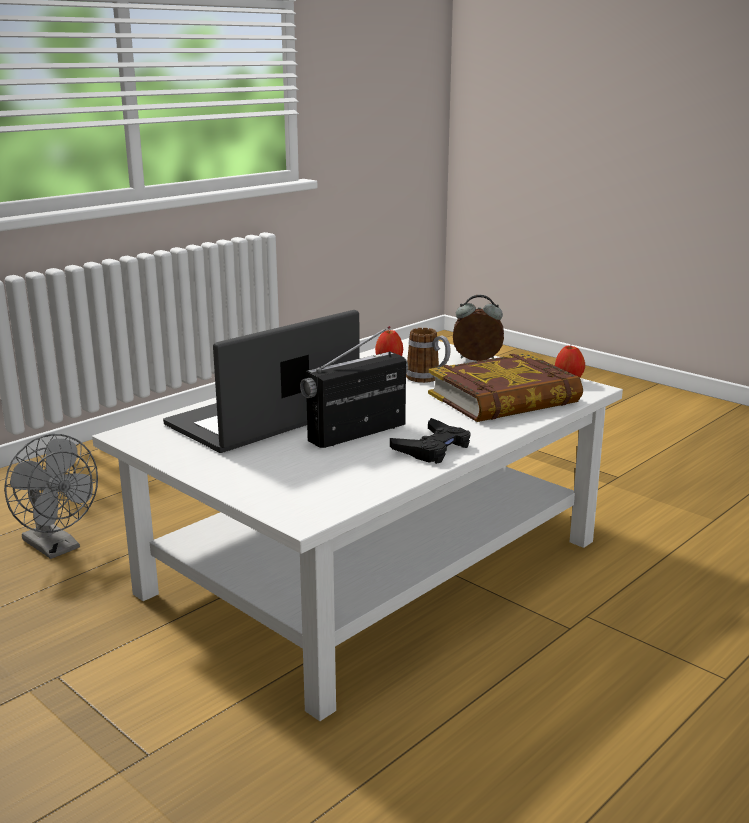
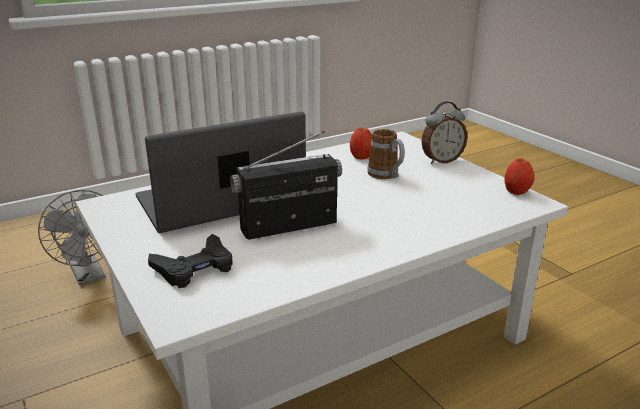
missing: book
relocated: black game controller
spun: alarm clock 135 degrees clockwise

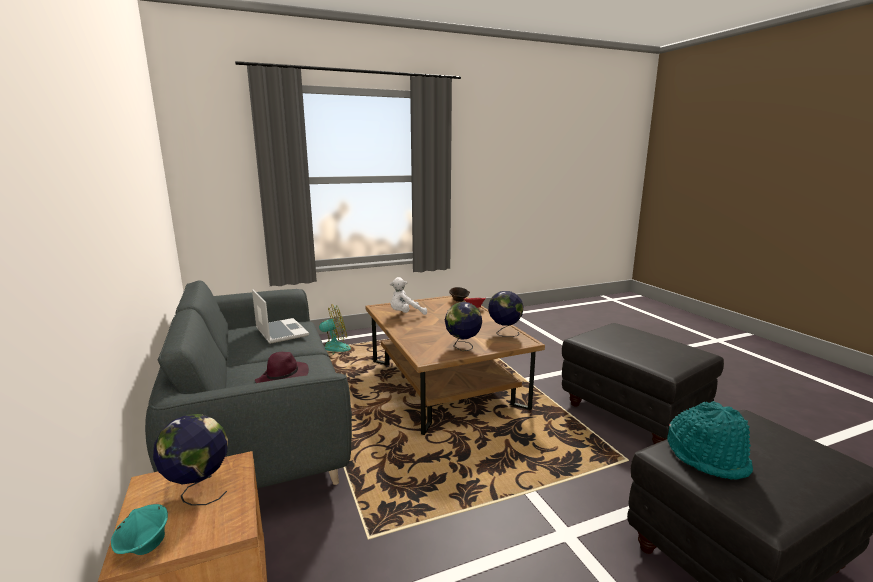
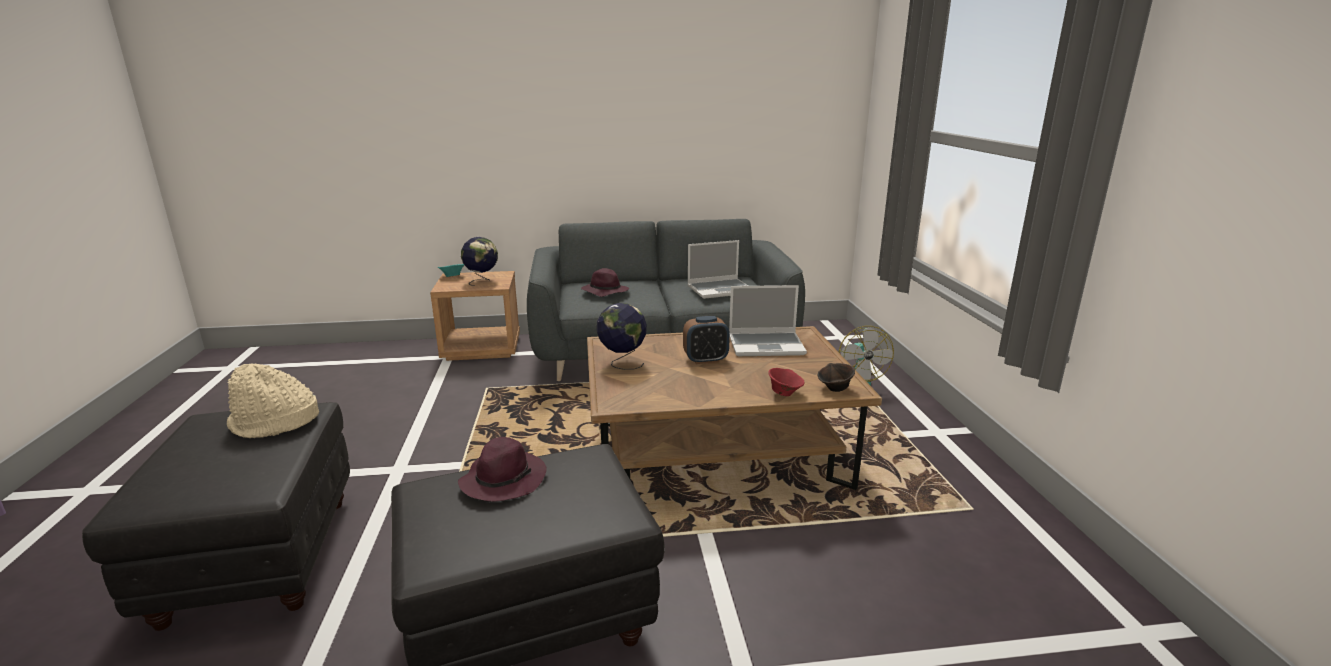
missing: globe (no. 3 from left)
appeared: alarm clock; purple hat (no. 1 from left)
exchanged: white plush toy to laptop (no. 2 from left)
colour: turquoise hat to beige hat

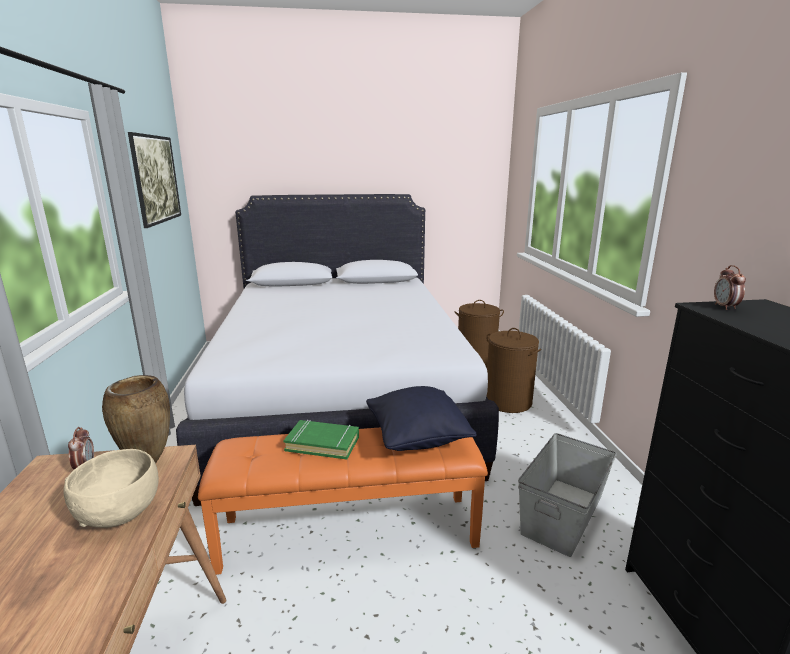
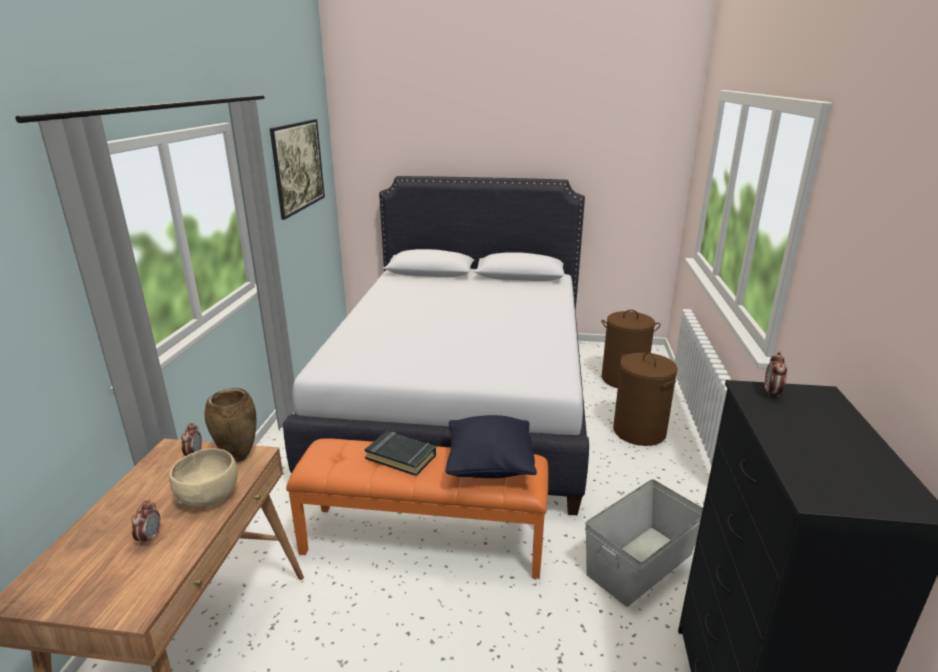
appeared: alarm clock (no. 1 from left)
colour: green book to black book

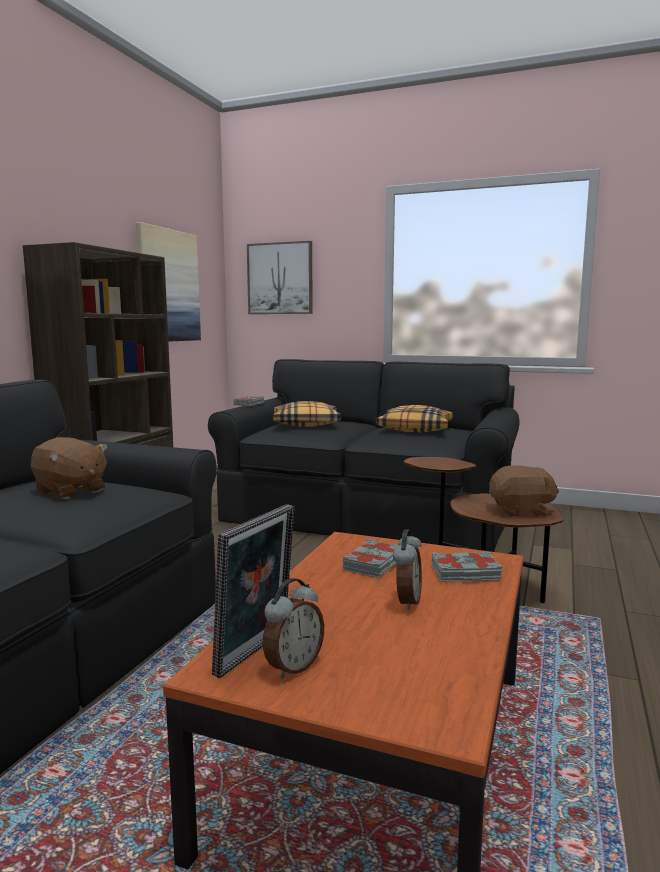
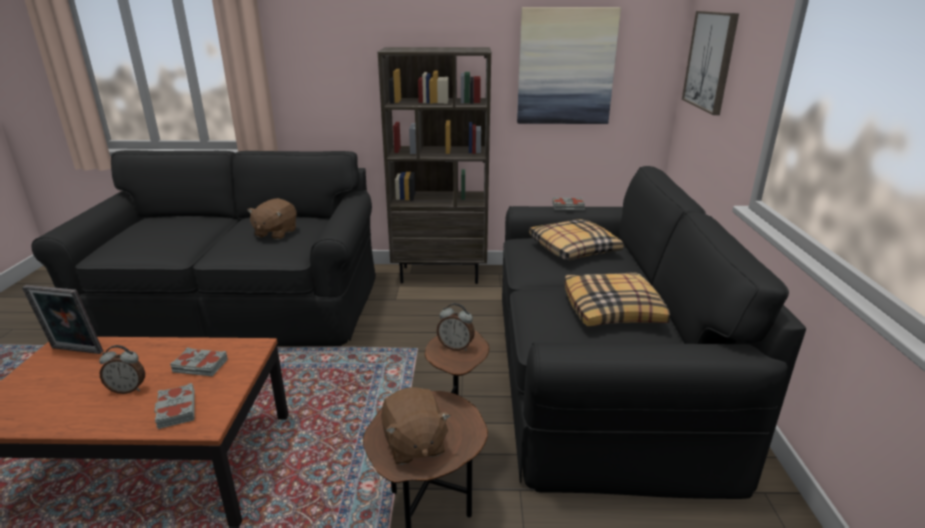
relocated: alarm clock (no. 1 from left in the first image) to alarm clock (no. 2 from left)

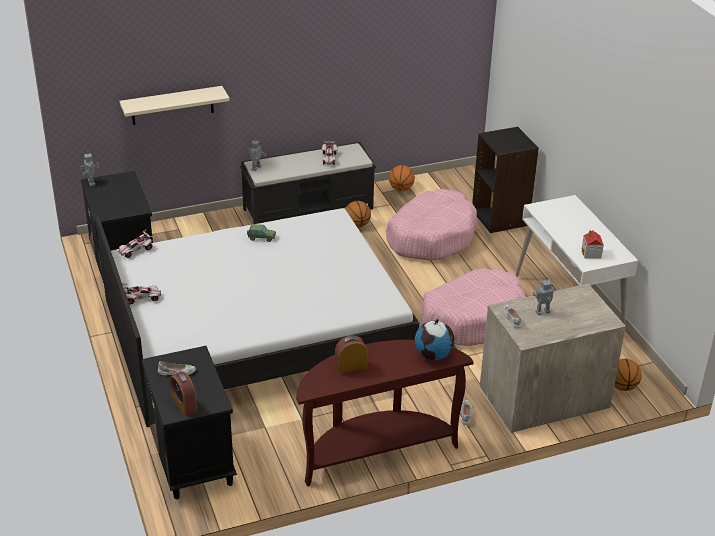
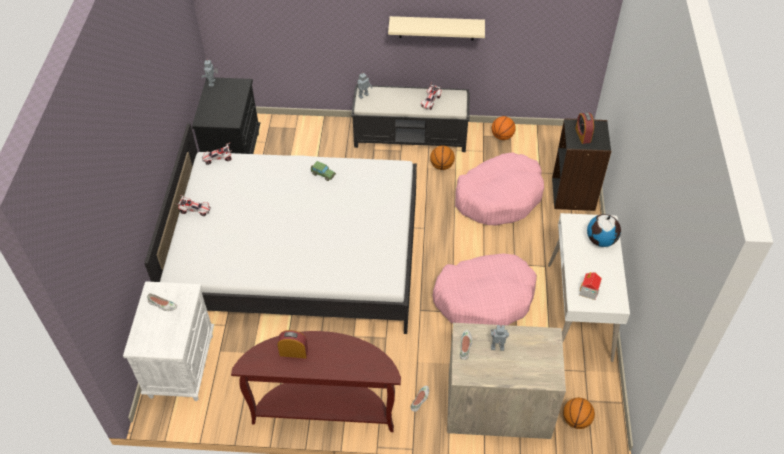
relocated: beige shelf; globe; alarm clock (no. 1 from left in the first image) to alarm clock (no. 2 from left)
colour: black nightstand (no. 2 from left) to white nightstand

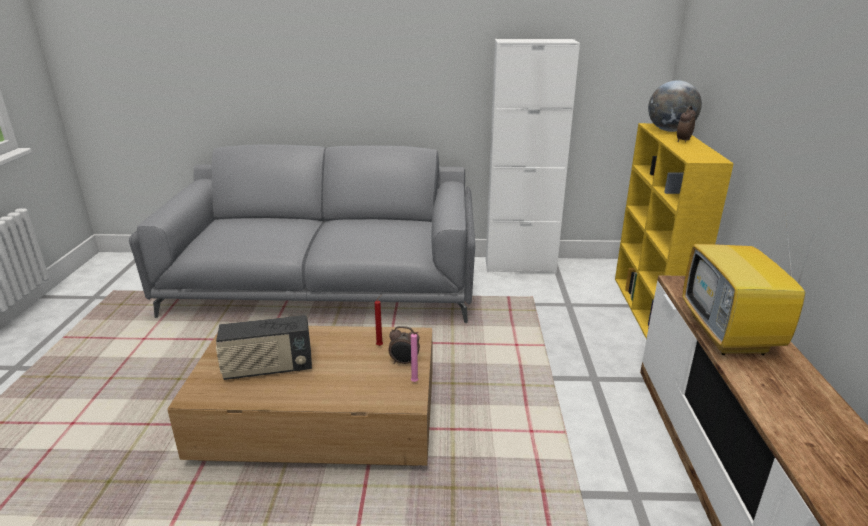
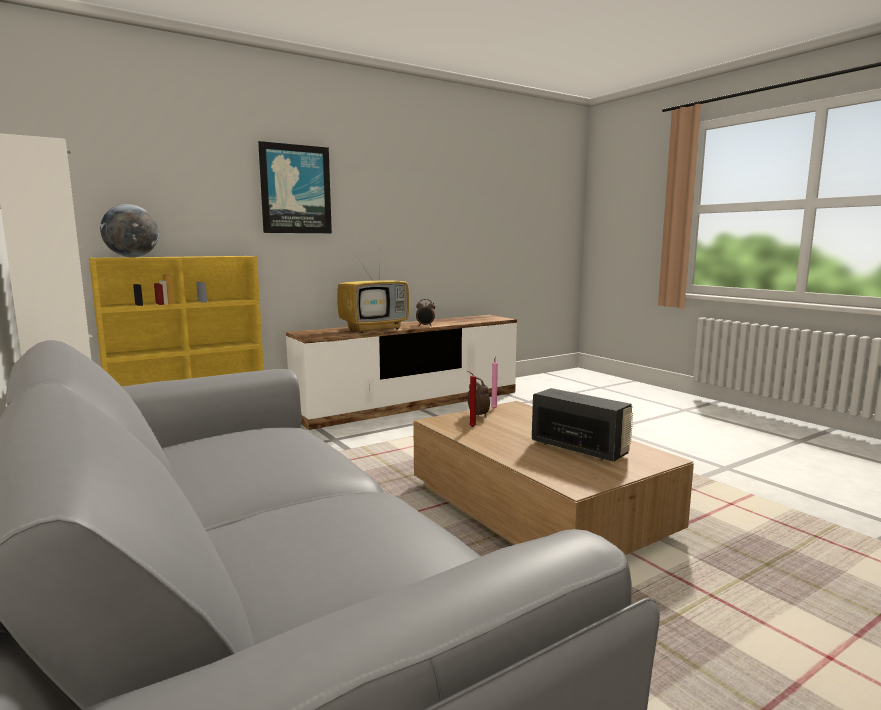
appeared: picture
relocated: alarm clock (no. 2 from left in the first image) to alarm clock (no. 1 from left)

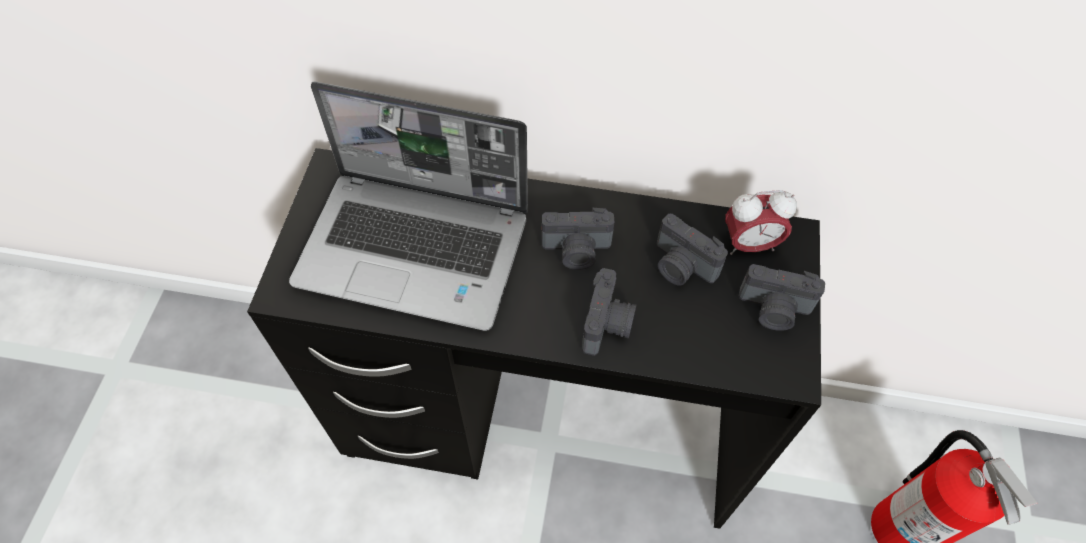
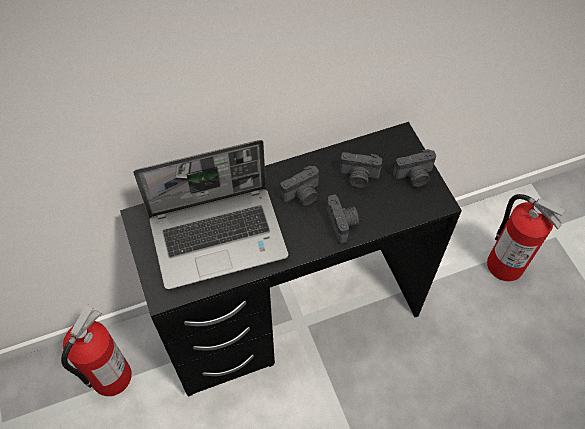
missing: alarm clock
appeared: fire extinguisher (no. 1 from left)

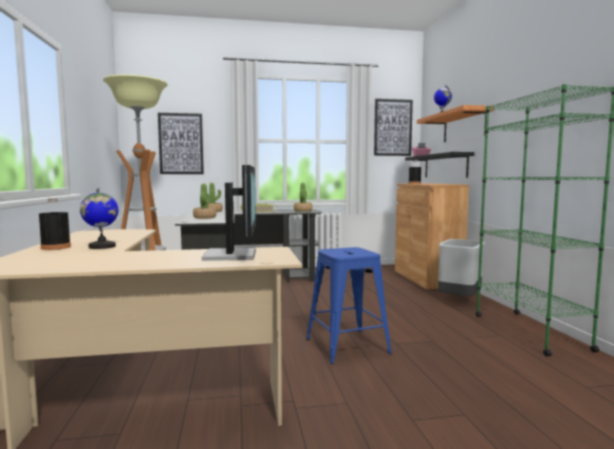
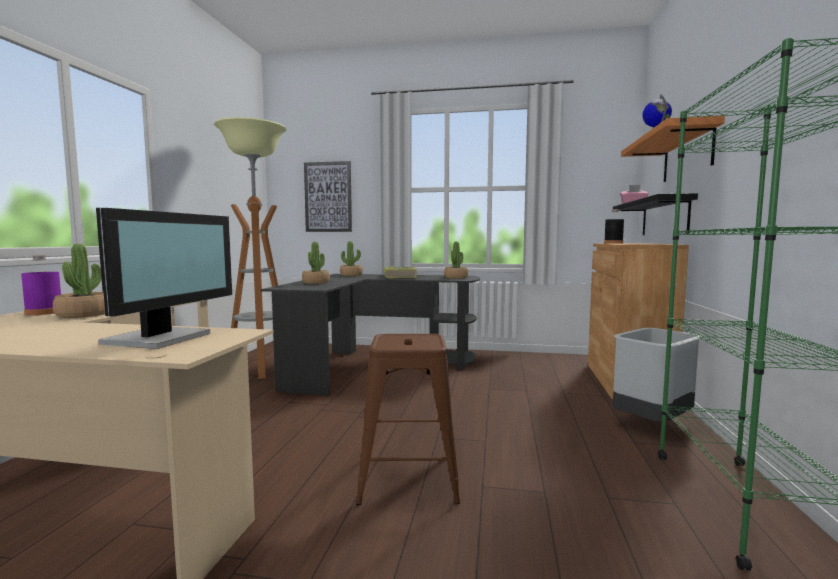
missing: picture (no. 2 from left)
exchanged: globe (no. 1 from left) to potted plant (no. 1 from left)
colour: black bottle (no. 1 from left) to purple bottle; blue stool to brown stool

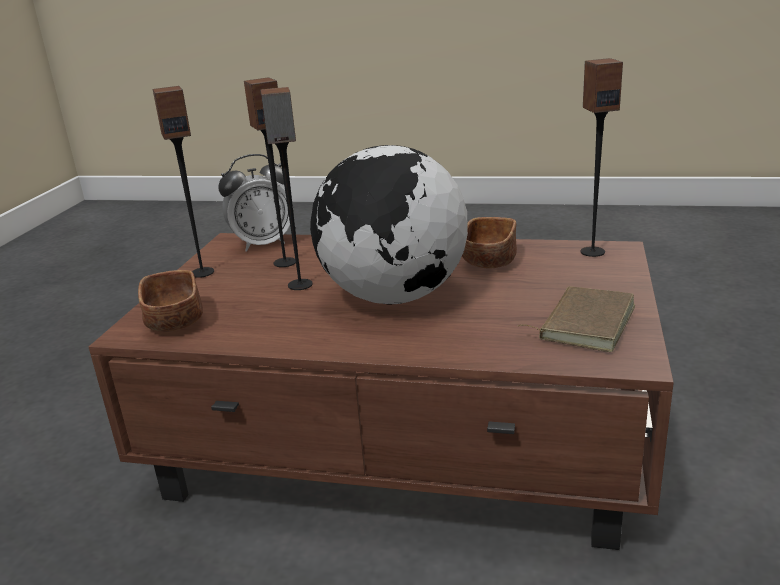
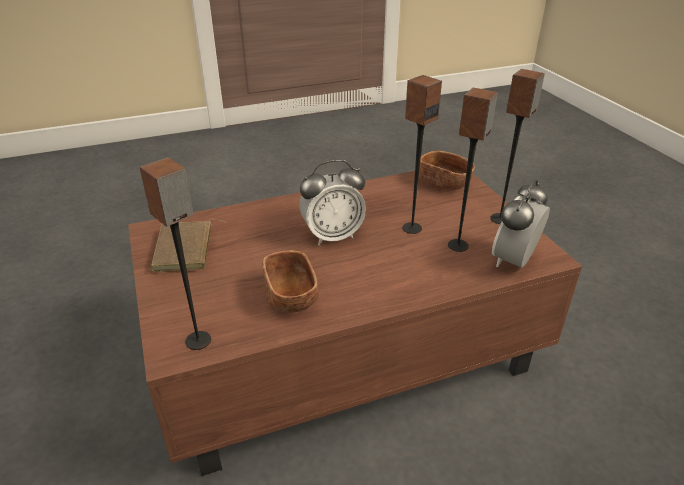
exchanged: globe to alarm clock (no. 1 from left)

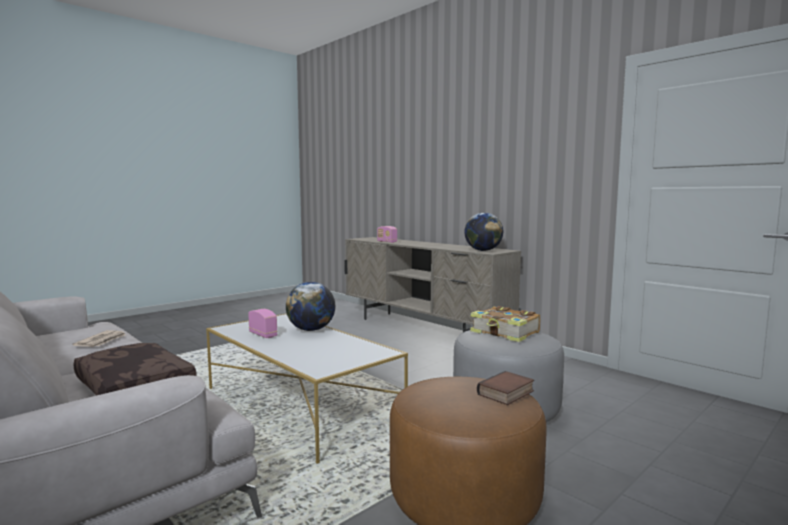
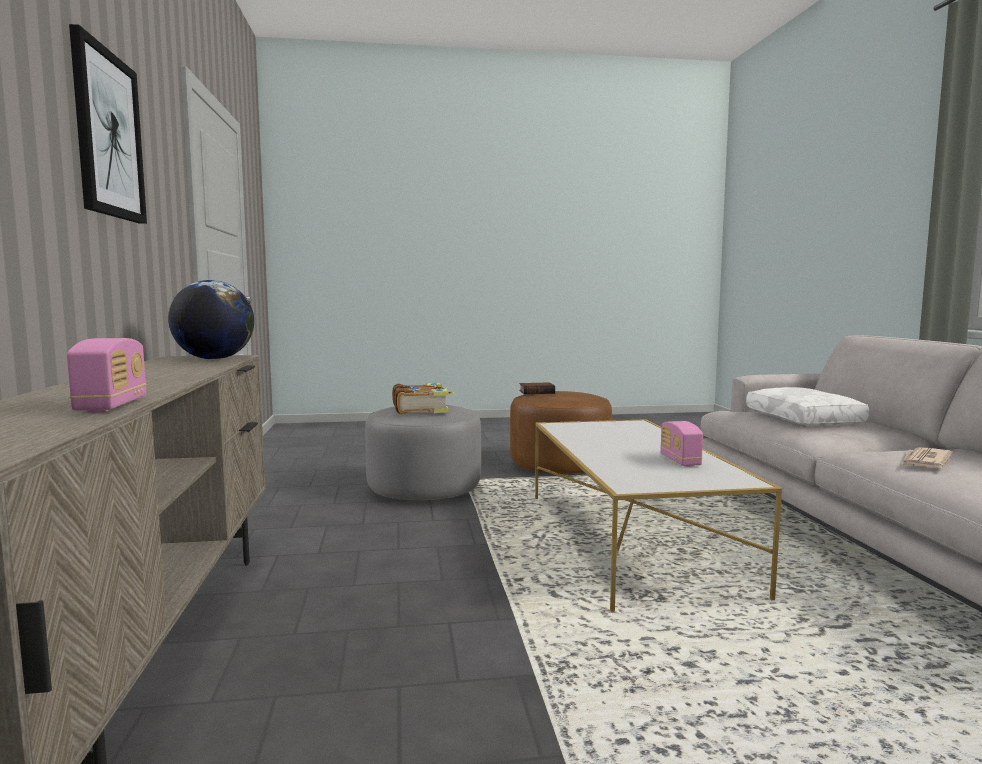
missing: globe (no. 1 from left)
appeared: picture
colour: brown pillow to white pillow

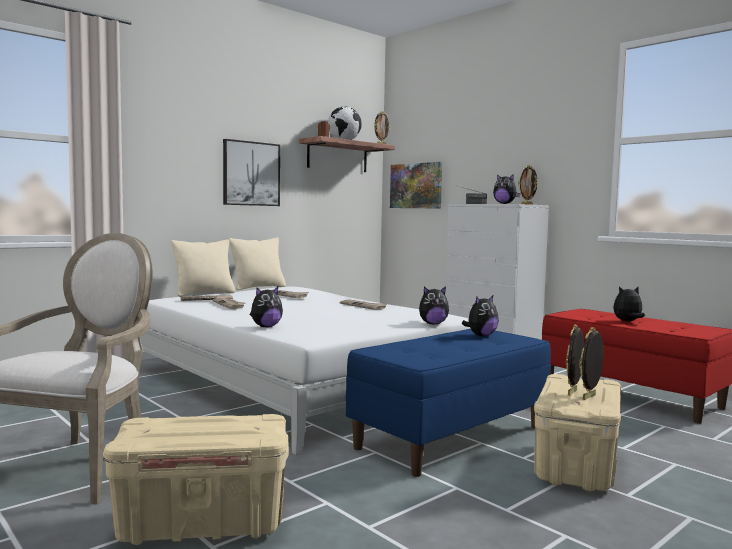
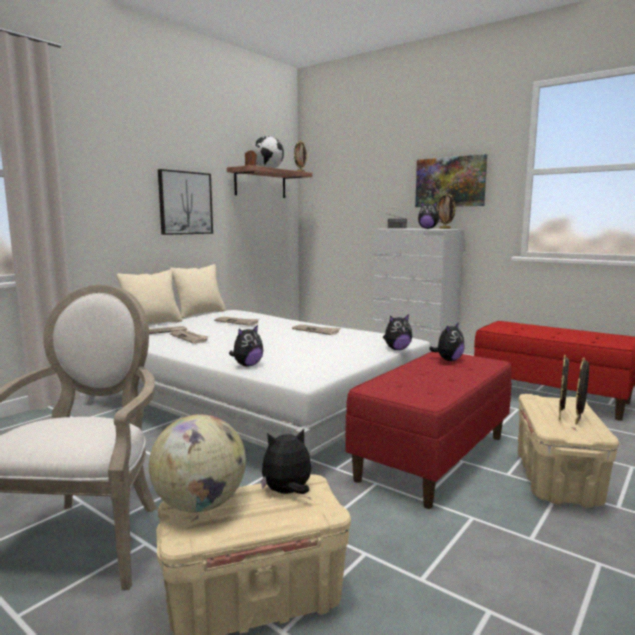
appeared: globe (no. 1 from left)
relocated: picture (no. 2 from left); plush toy (no. 5 from left in the first image) to plush toy (no. 2 from left)
colour: blue bench to red bench (no. 1 from left)

